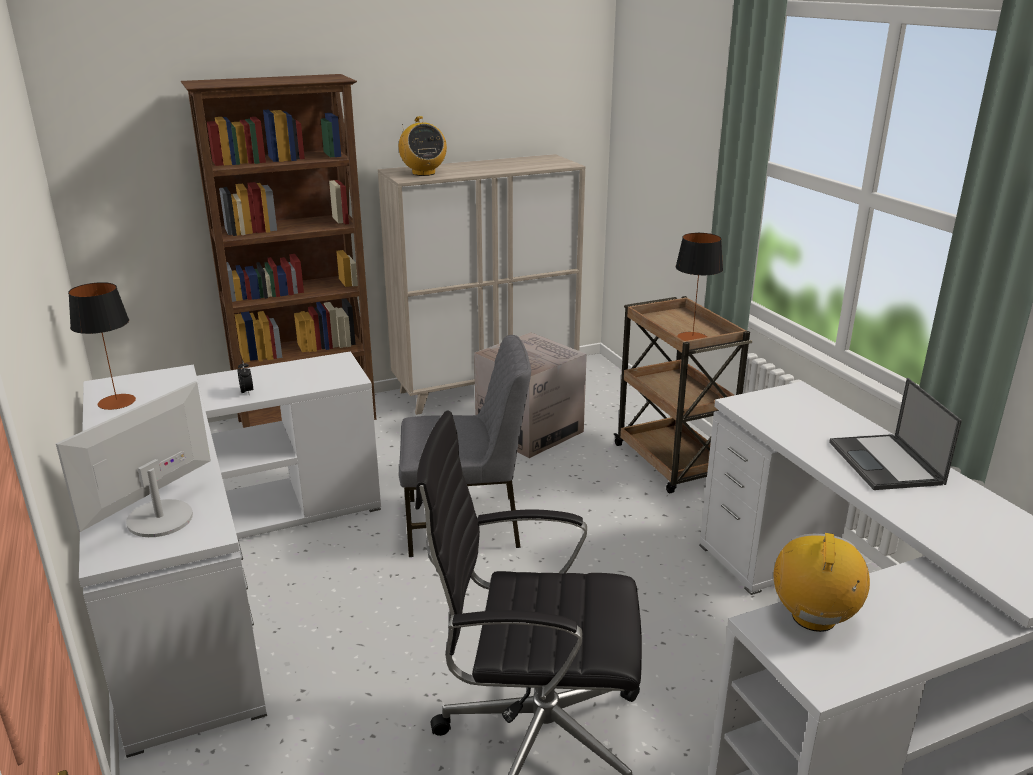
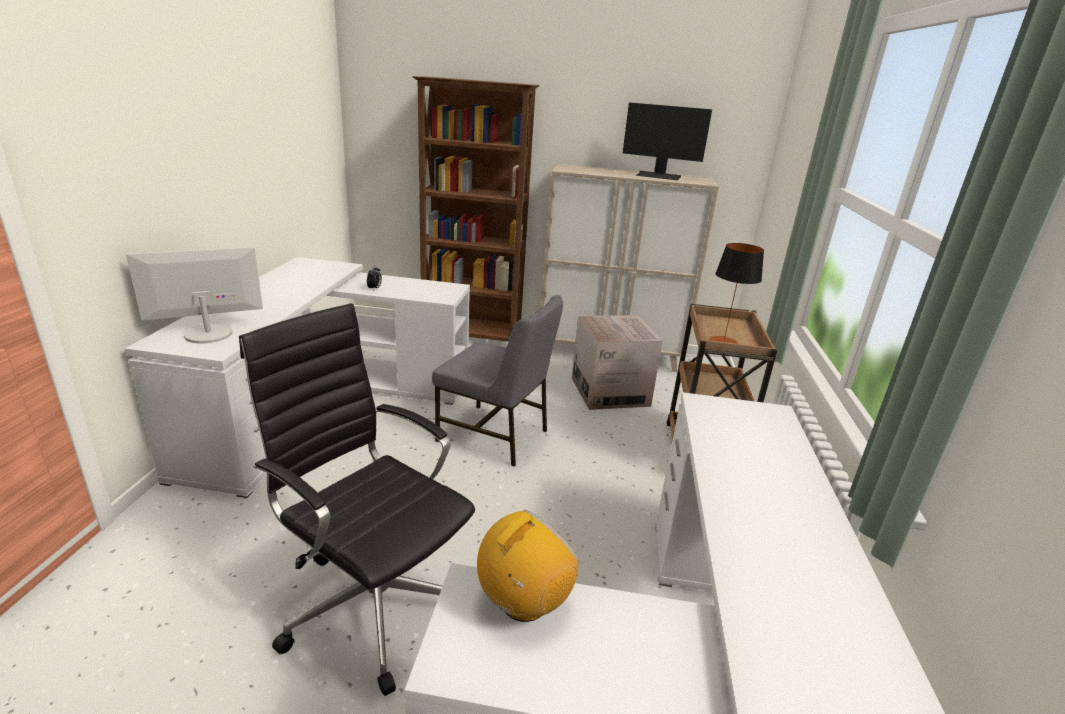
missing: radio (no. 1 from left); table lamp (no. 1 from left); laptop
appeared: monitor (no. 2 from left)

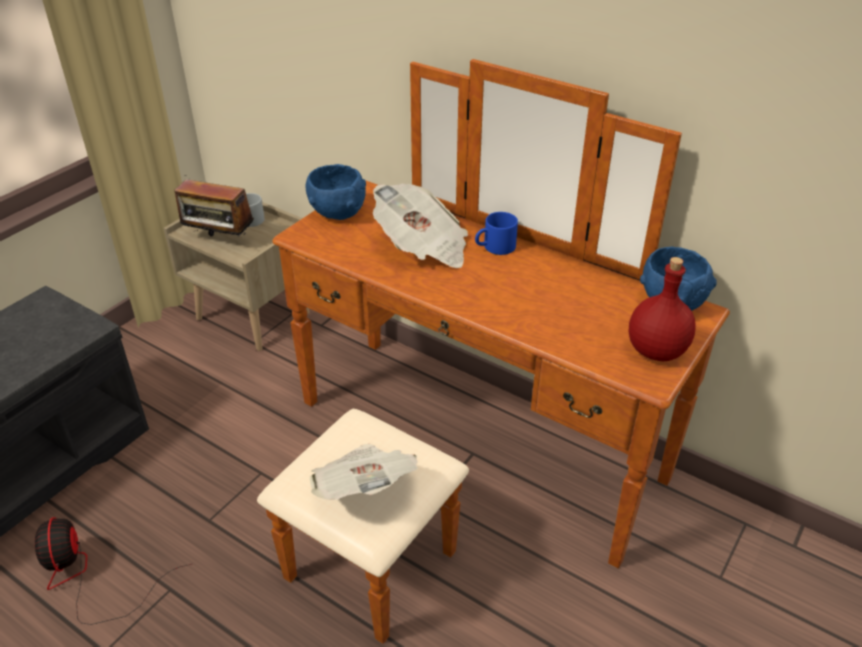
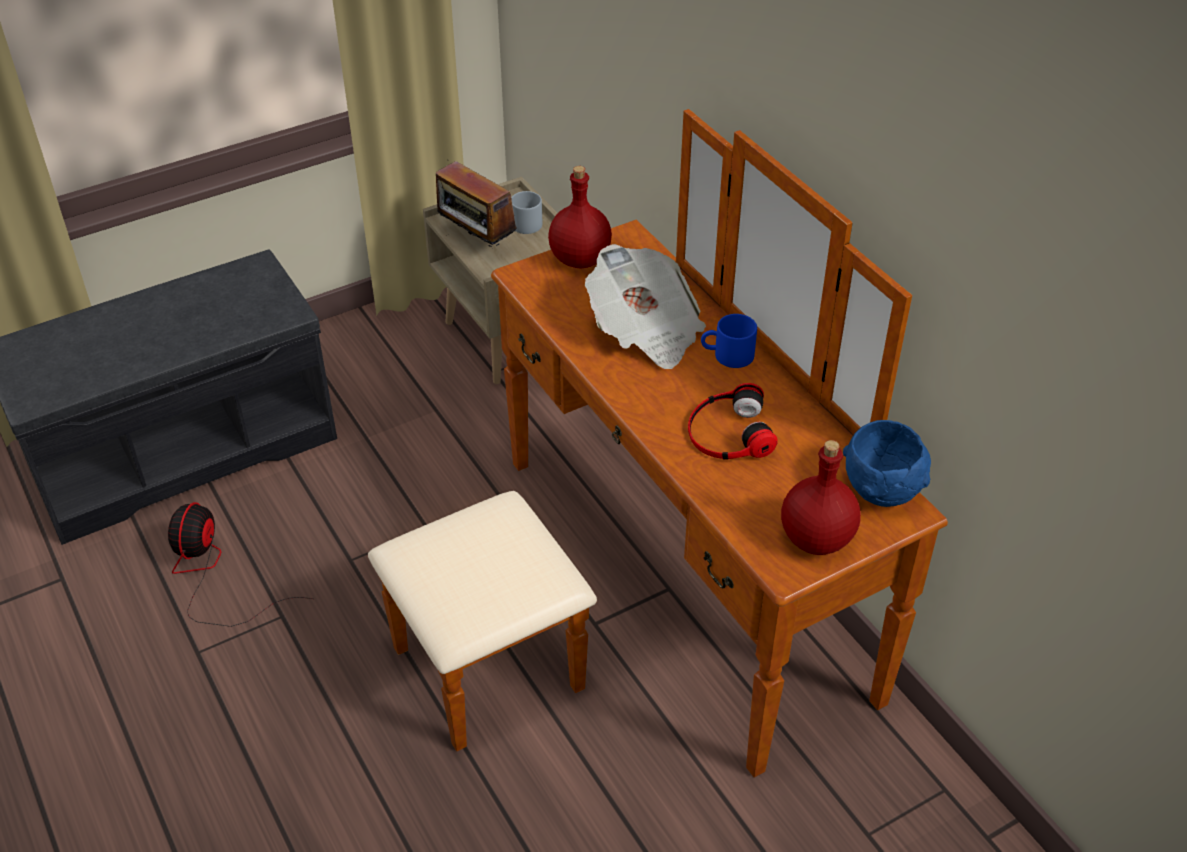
missing: newspaper (no. 1 from left)
appeared: headphones
exchanged: blue bowl (no. 1 from left) to red bottle (no. 1 from left)

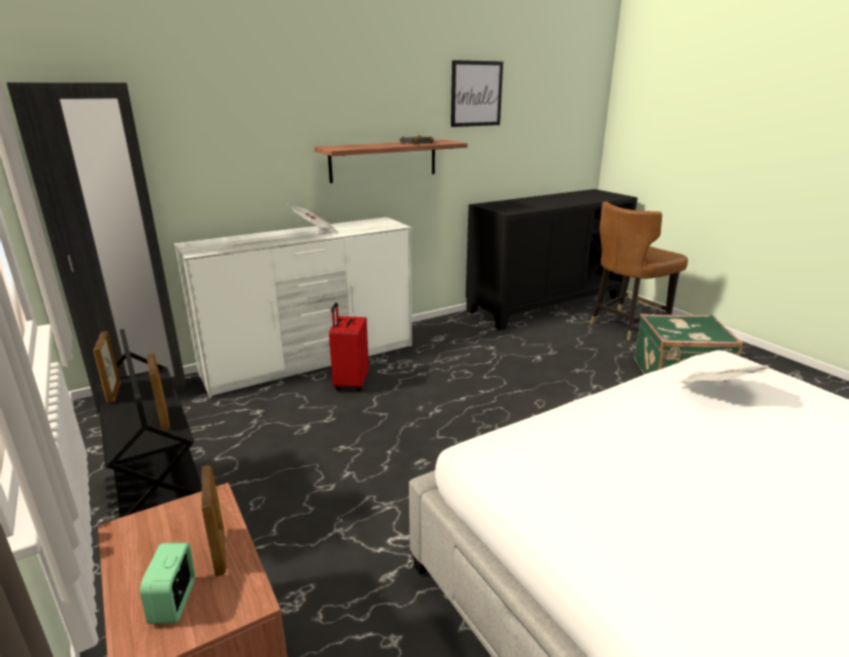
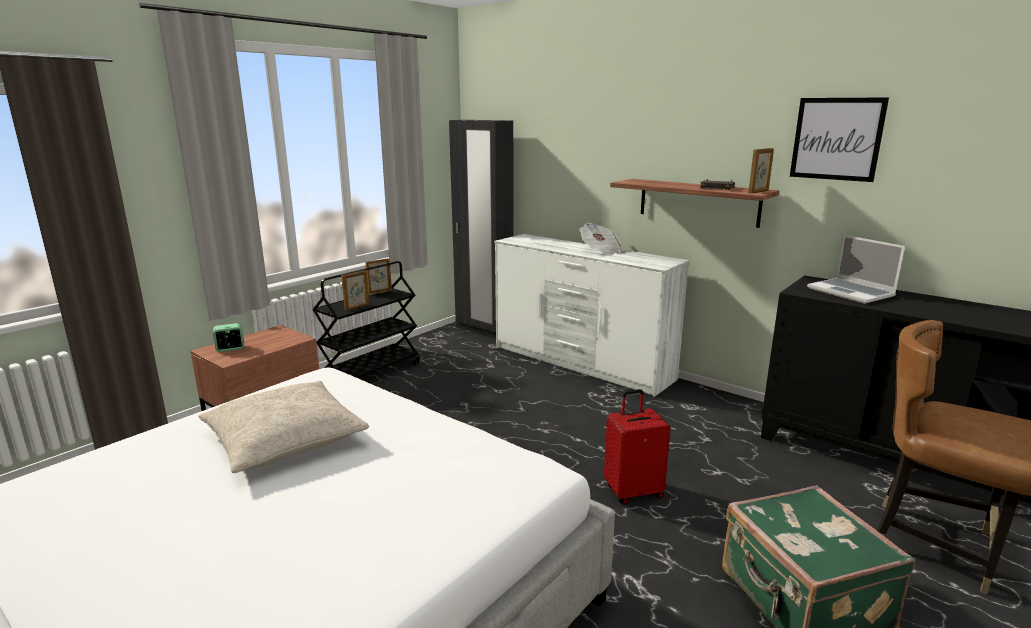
missing: newspaper (no. 2 from left)
appeared: laptop; beige pillow
relocated: red suitcase; picture frame (no. 3 from left)

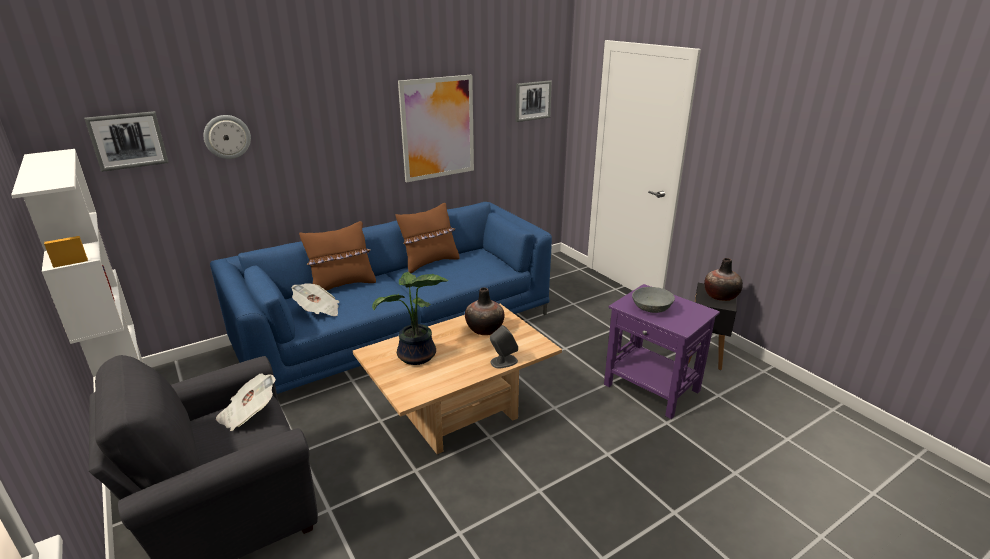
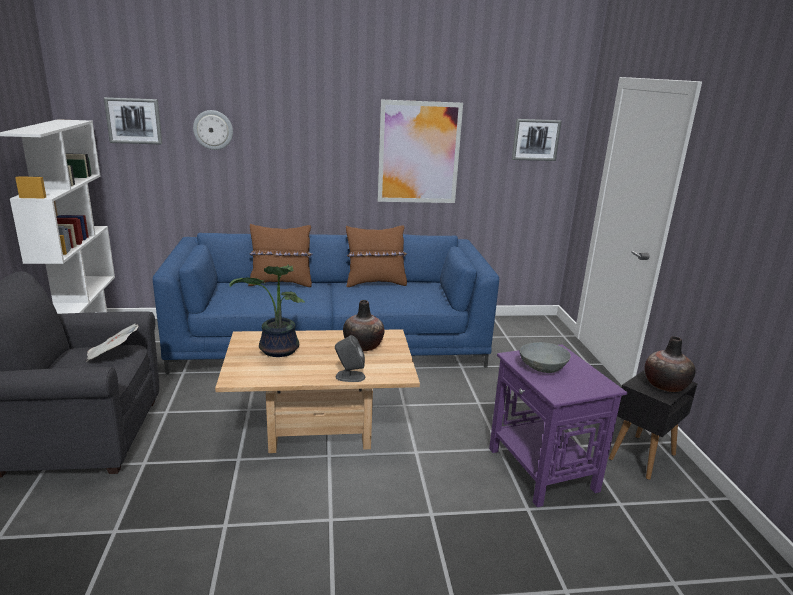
missing: newspaper (no. 2 from left)

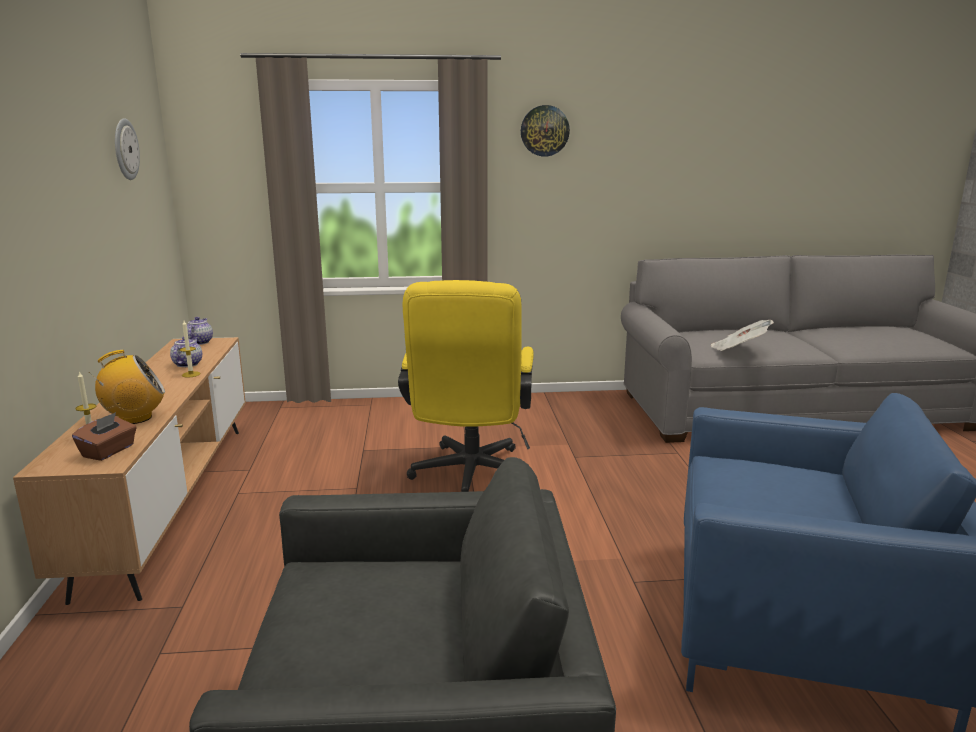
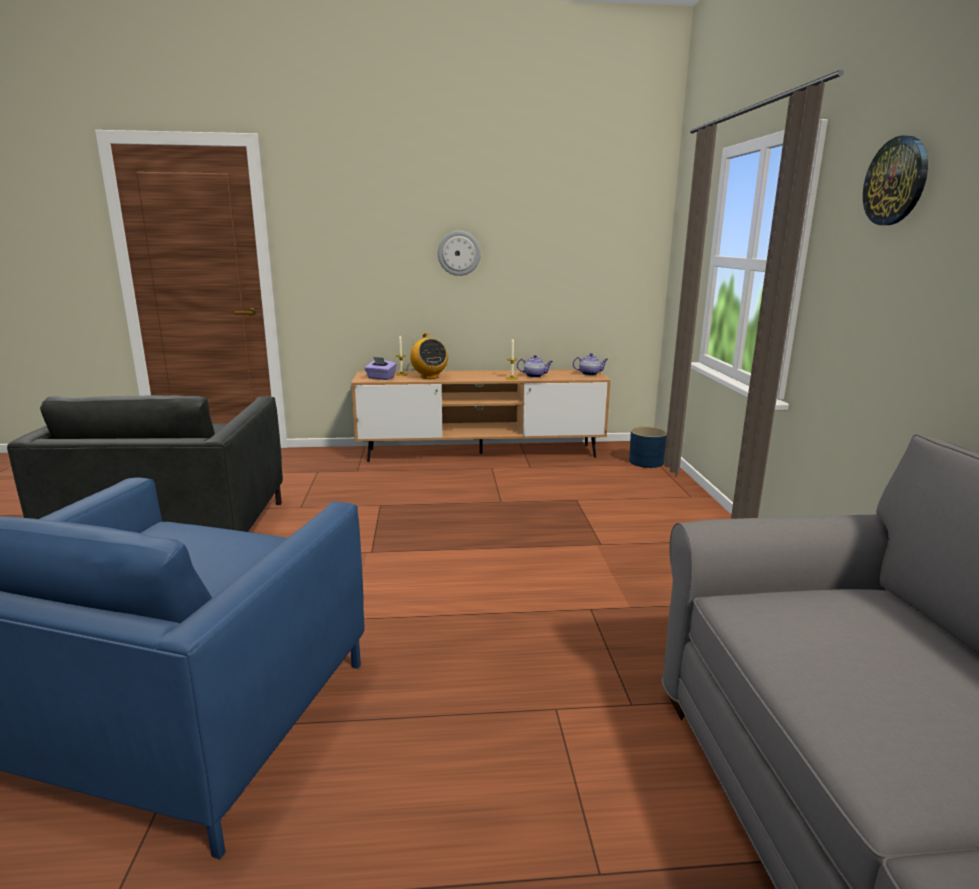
missing: yellow office chair; newspaper
appeared: blue planter
relocated: wall clock (no. 1 from left)
colour: brown tissue box to purple tissue box

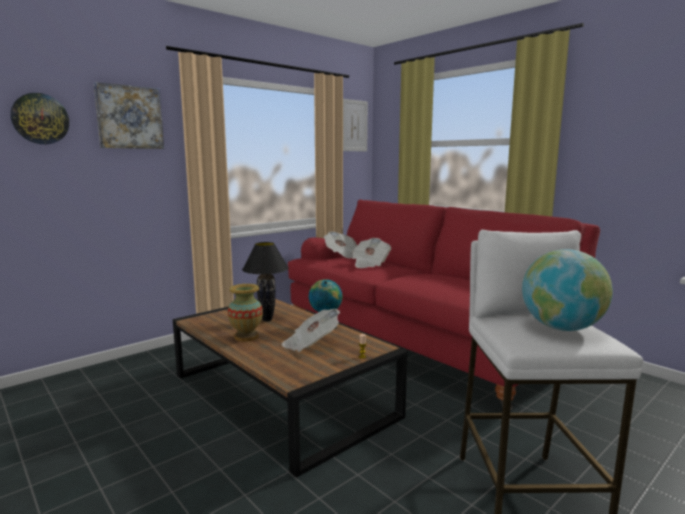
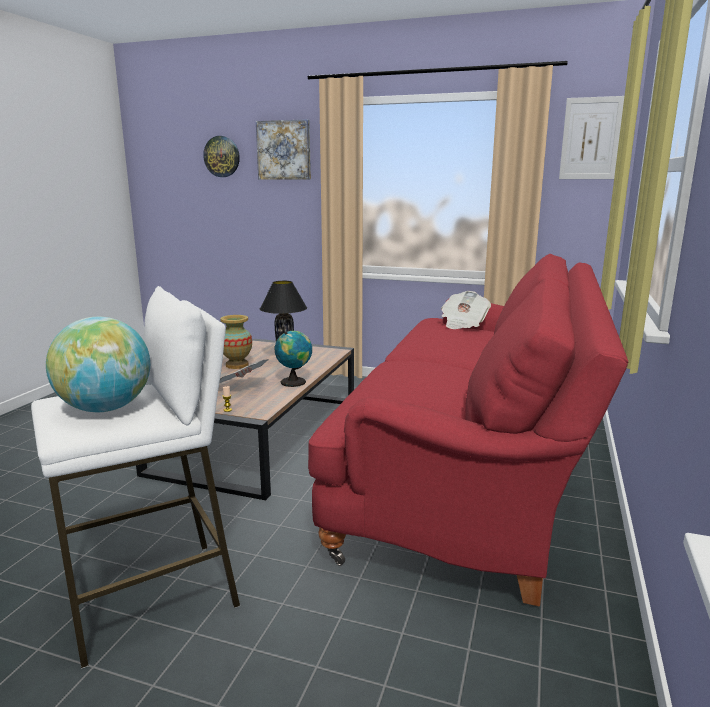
missing: newspaper (no. 3 from left)

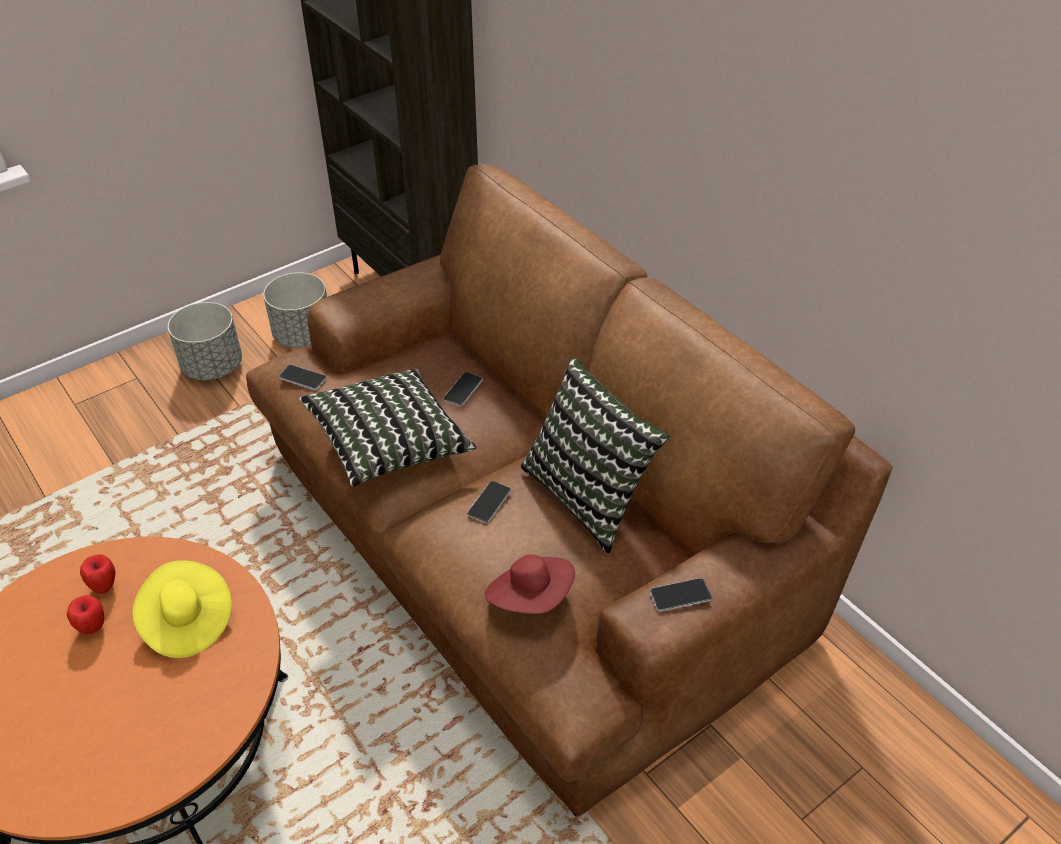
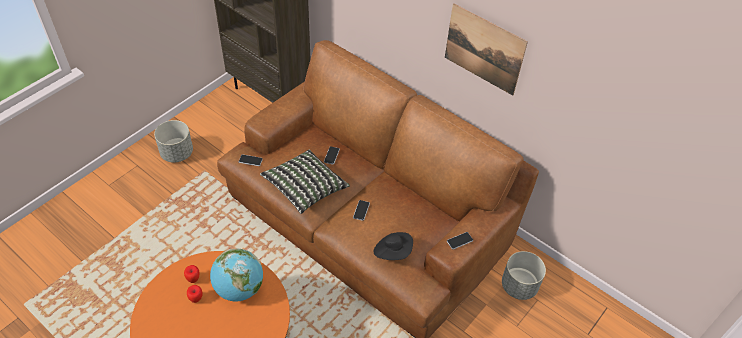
missing: pillow (no. 2 from left)
appeared: picture
relocated: grey planter (no. 2 from left)
exchanged: yellow hat to globe
colour: red hat to black hat

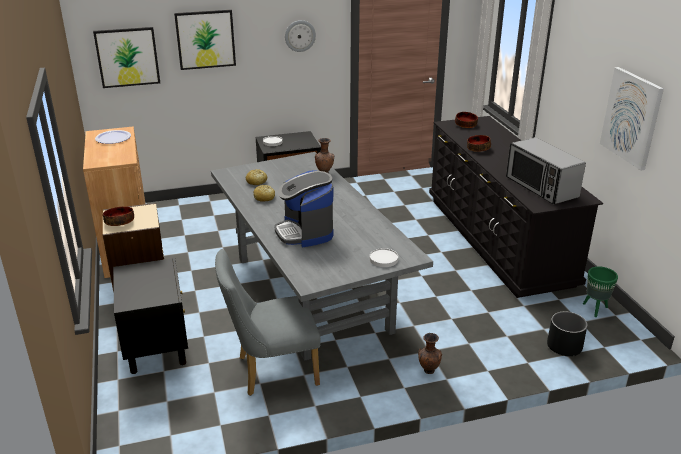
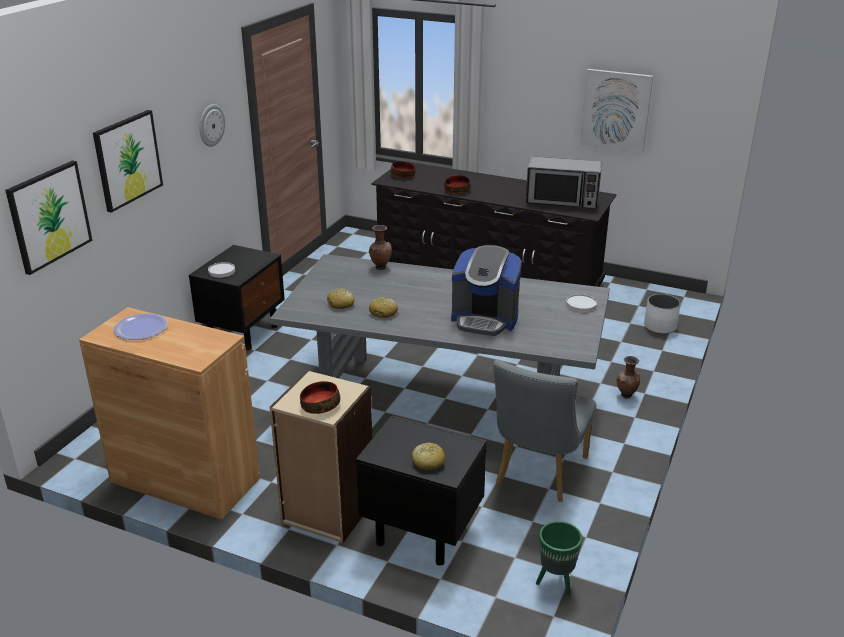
appeared: bread (no. 3 from left)
relocated: green planter
colour: black planter to white planter

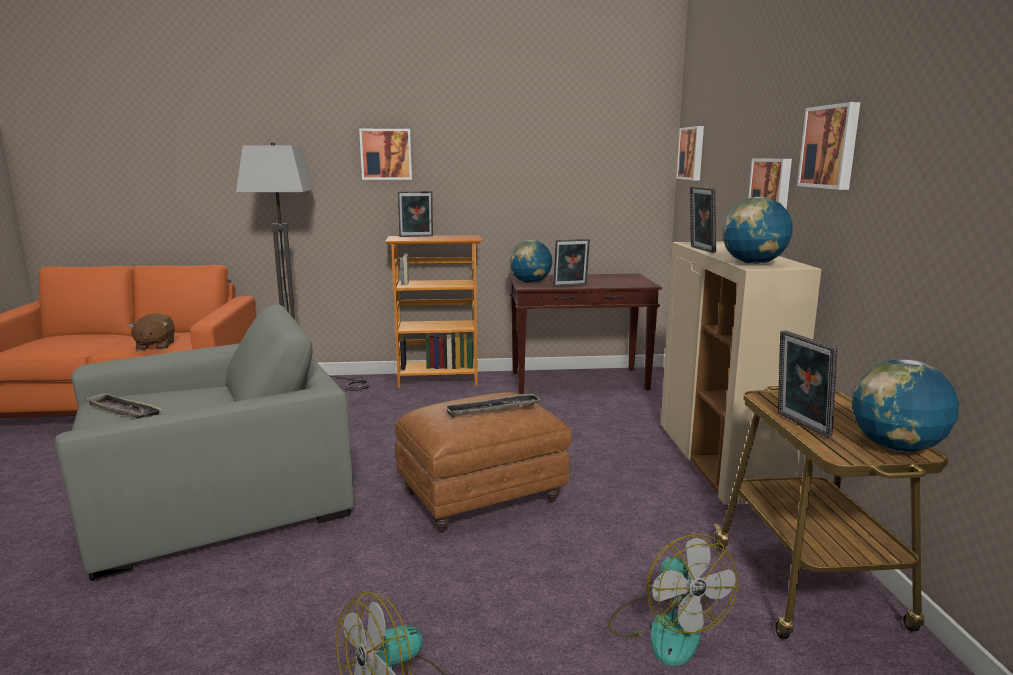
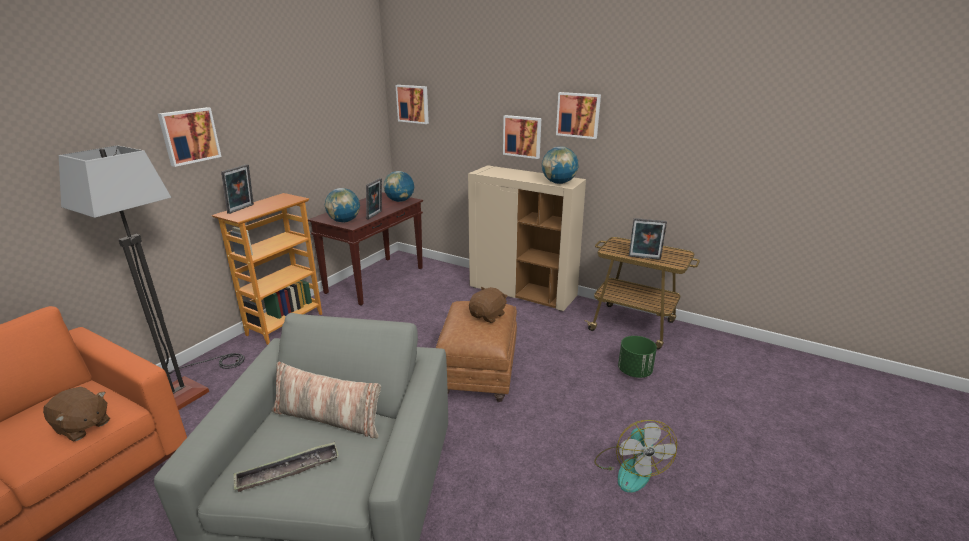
missing: picture frame (no. 3 from left)
appeared: pillow
relocated: globe (no. 3 from left in the first image) to globe (no. 2 from left)
exchanged: tray (no. 2 from left) to brown plush toy (no. 2 from left); fan (no. 2 from left) to green planter

